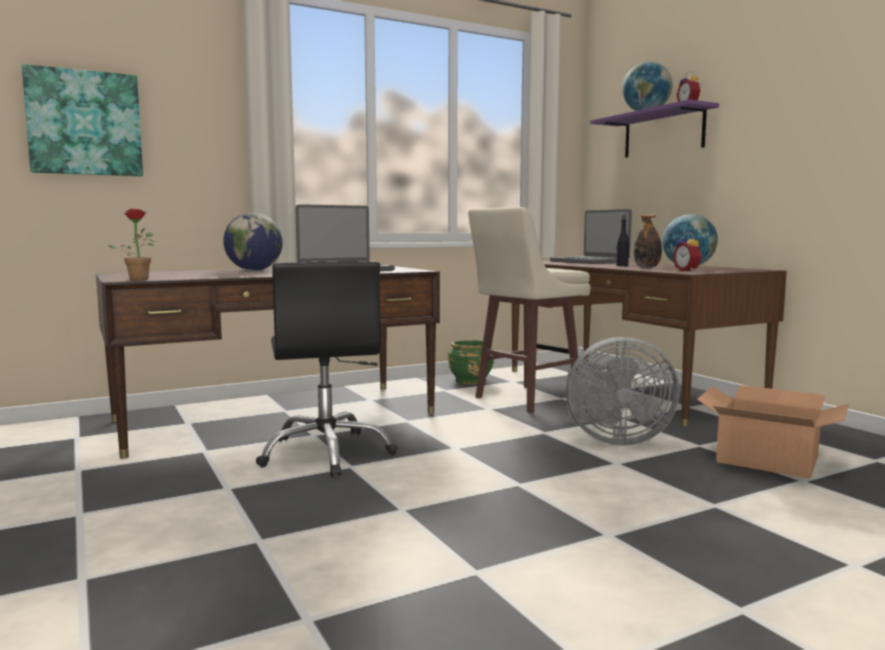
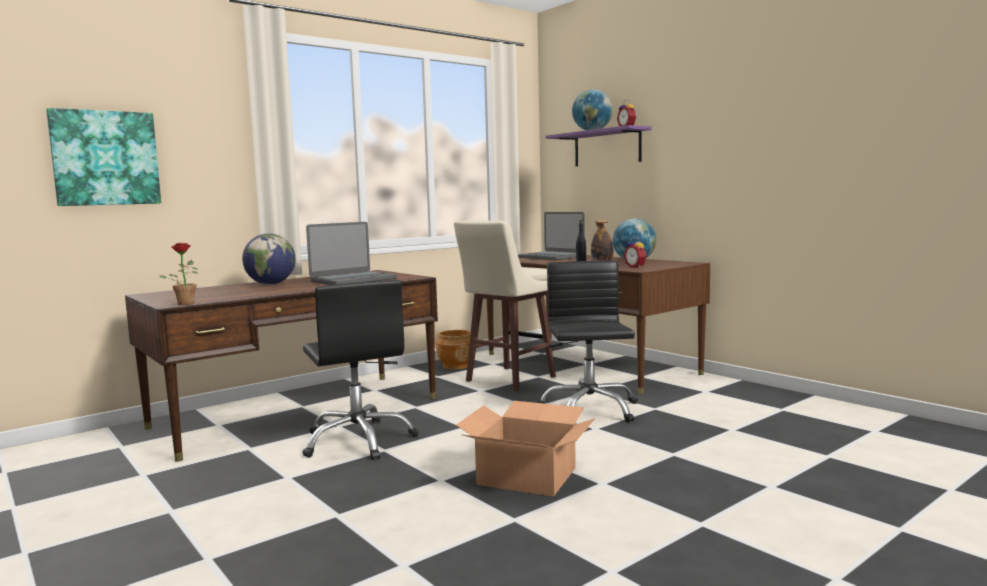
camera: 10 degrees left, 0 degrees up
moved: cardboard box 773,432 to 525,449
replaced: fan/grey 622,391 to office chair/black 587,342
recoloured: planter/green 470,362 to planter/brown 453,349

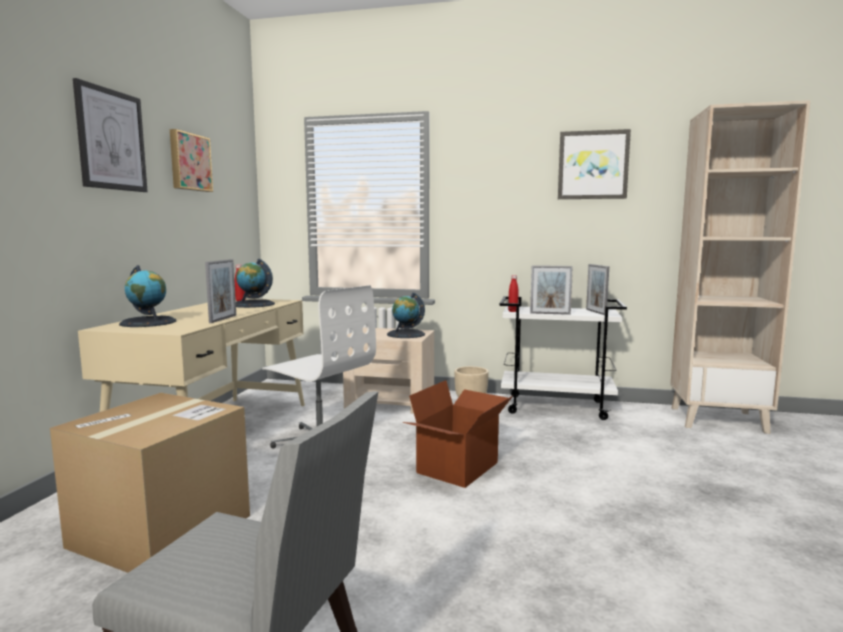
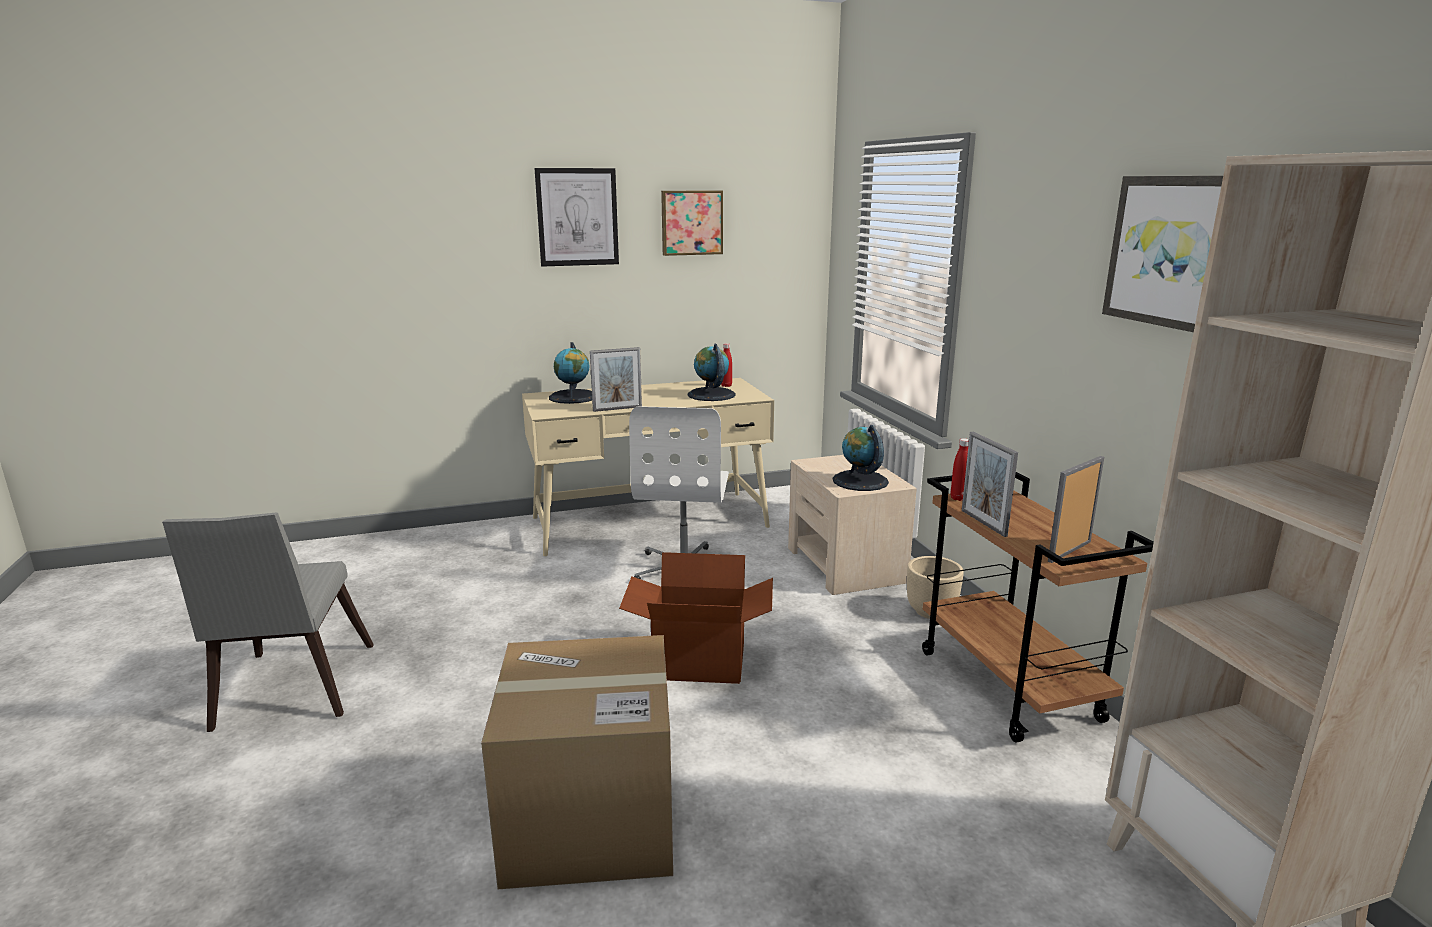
camera: 60 degrees right, 10 degrees up
moved: cardboard box 150,483 to 577,762
recoloured: cart/white 563,358 to cart/brown 1038,607

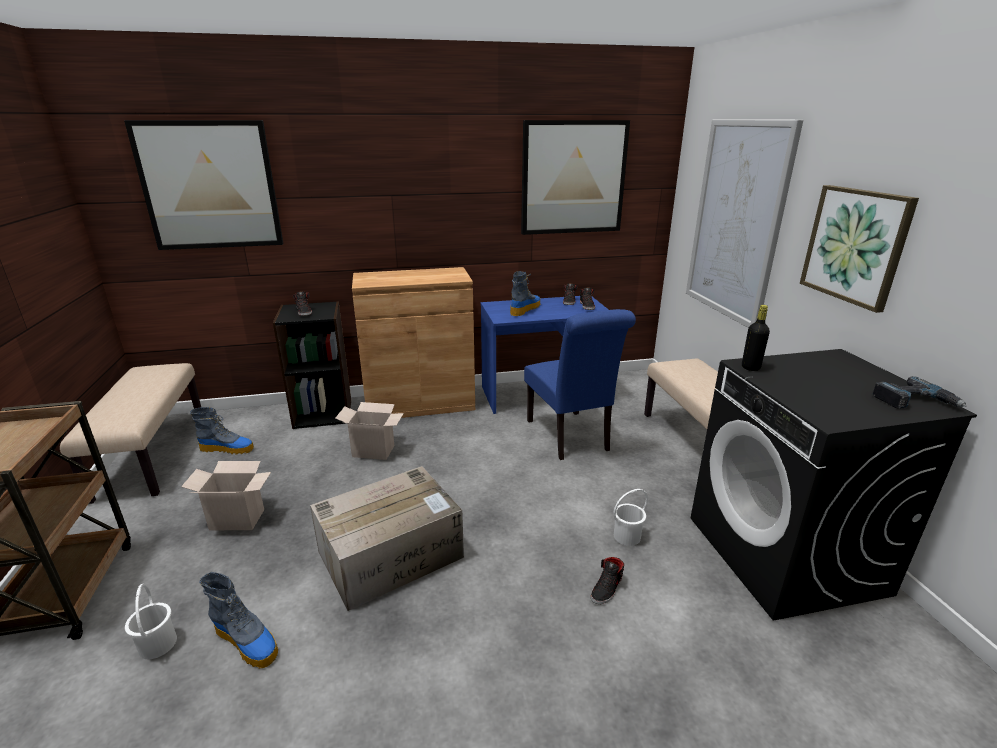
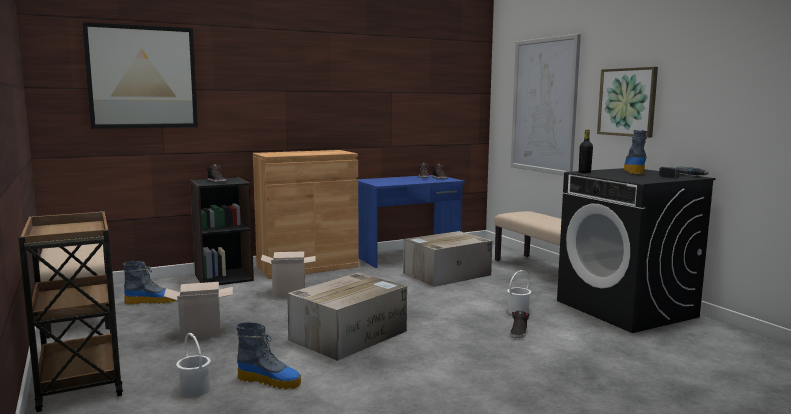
camera: 15 degrees left, 15 degrees down
removed: picture 575,177
moved: boot 525,293 to 636,152
replaced: chair/blue 580,384 to cardboard box 447,259

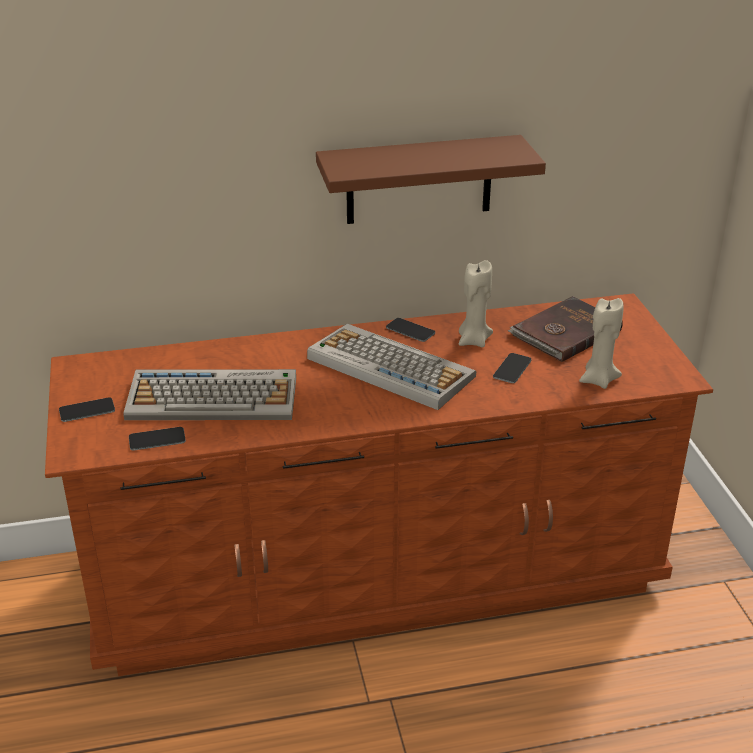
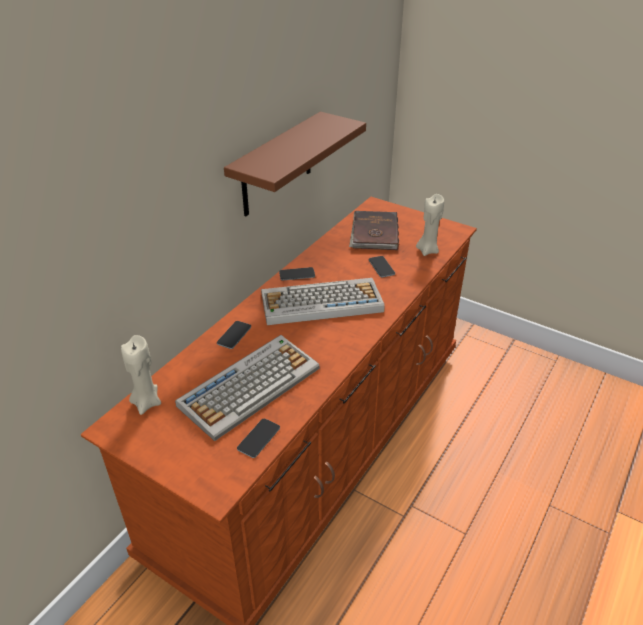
camera: 45 degrees left, 5 degrees up
moved: candle/beige 476,303 to 141,375; phone 87,409 to 234,335

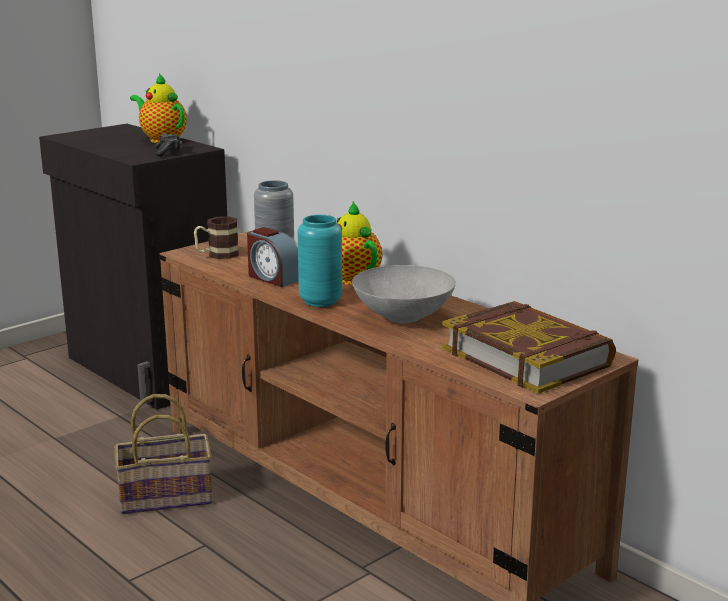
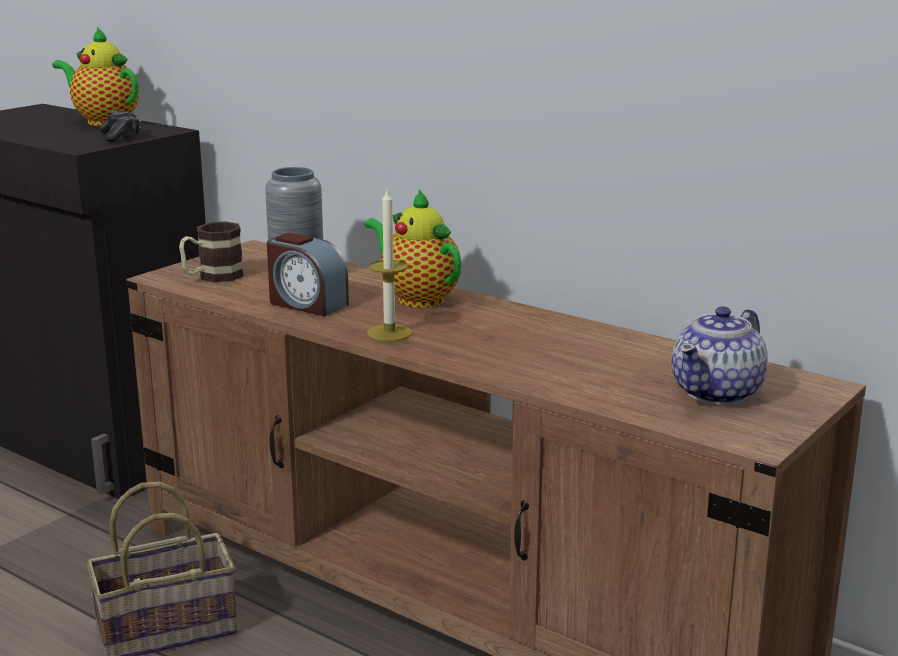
camera: 10 degrees left, 0 degrees up
removed: bowl/grey 404,294
replaced: vase/turquoise 320,261 to candle 390,265; book 529,347 to teapot 720,355

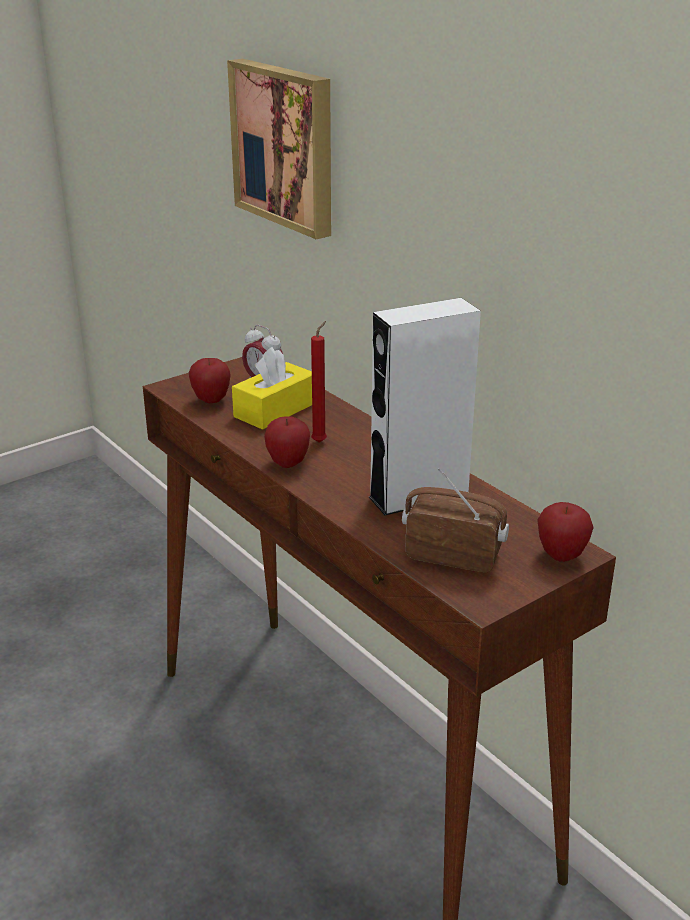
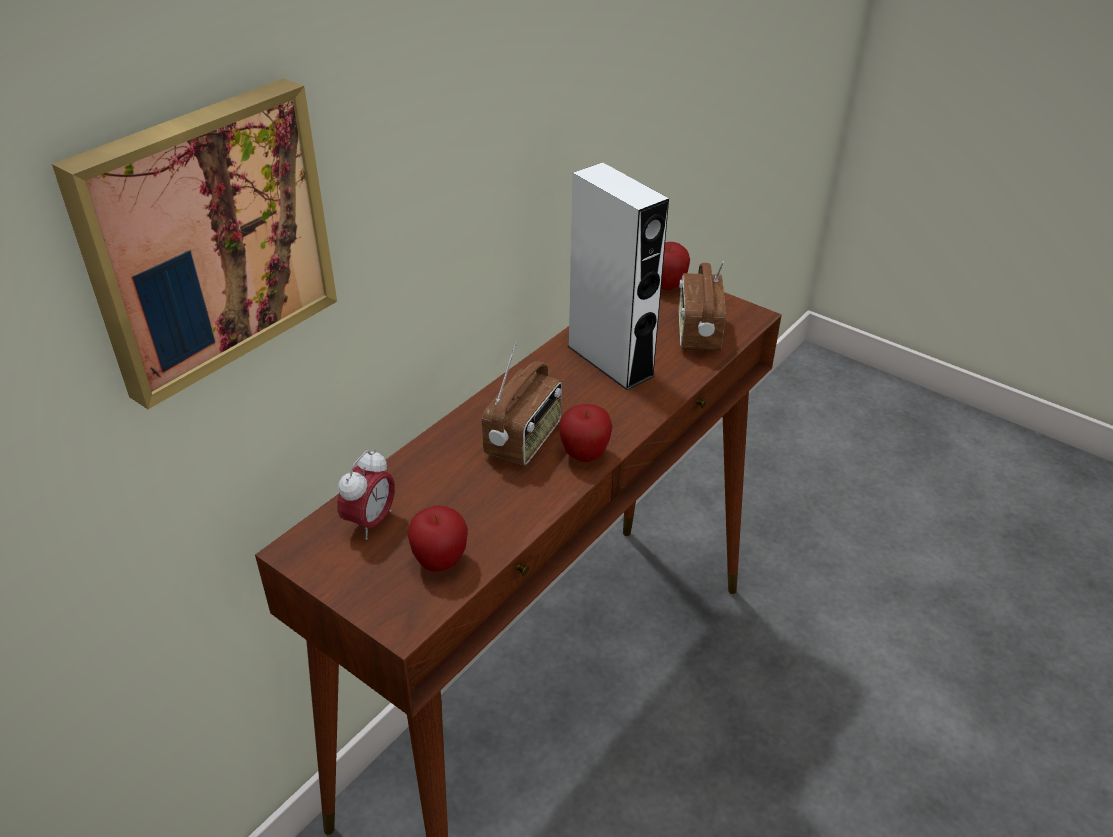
camera: 105 degrees left, 10 degrees up
removed: tissue box/yellow 272,388
replaced: candle/red 319,382 to radio 522,404

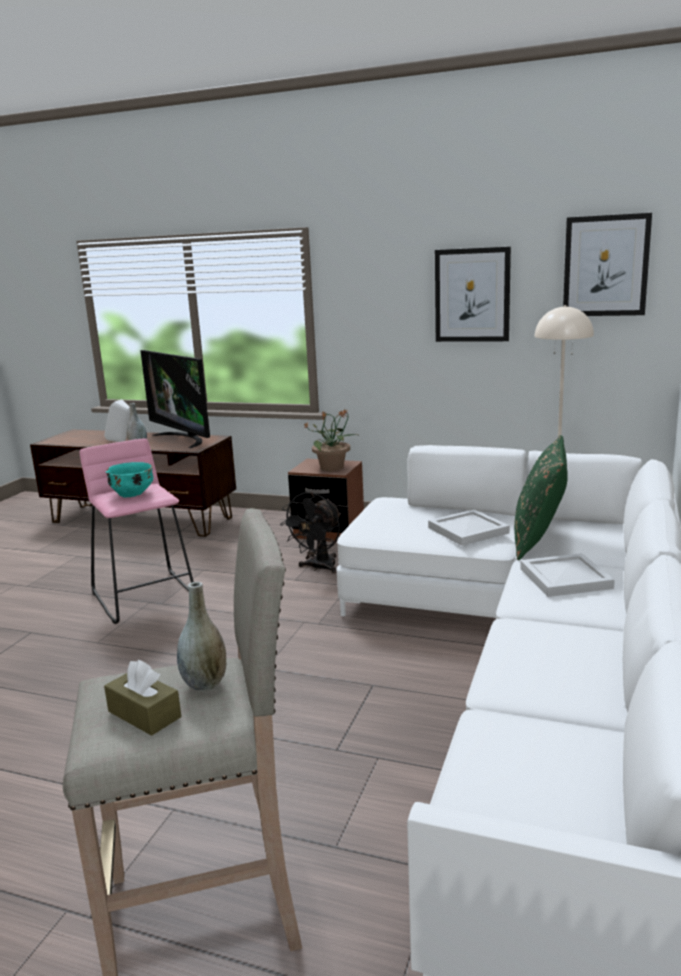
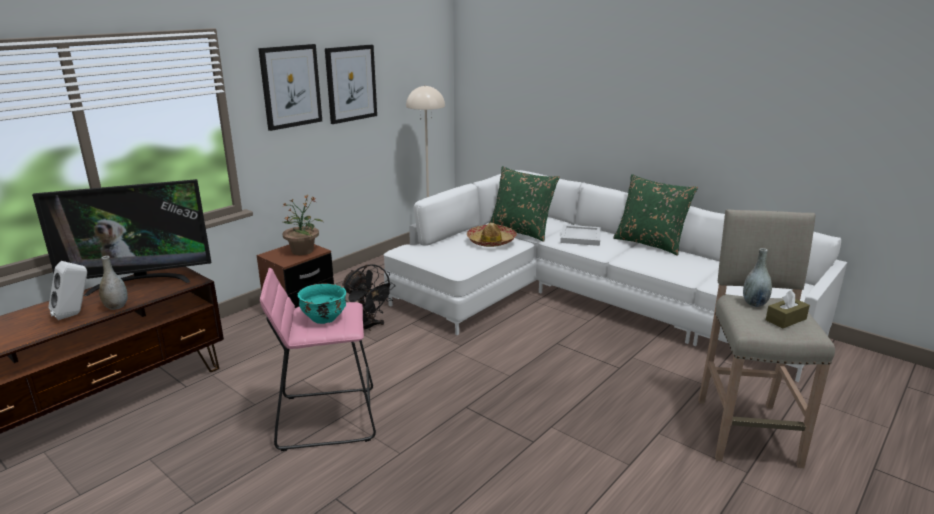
camera: 70 degrees left, 5 degrees up
added: pillow/green 655,215
moved: picture 607,264 to 290,87
replaced: tray/white 469,528 to hat 492,235

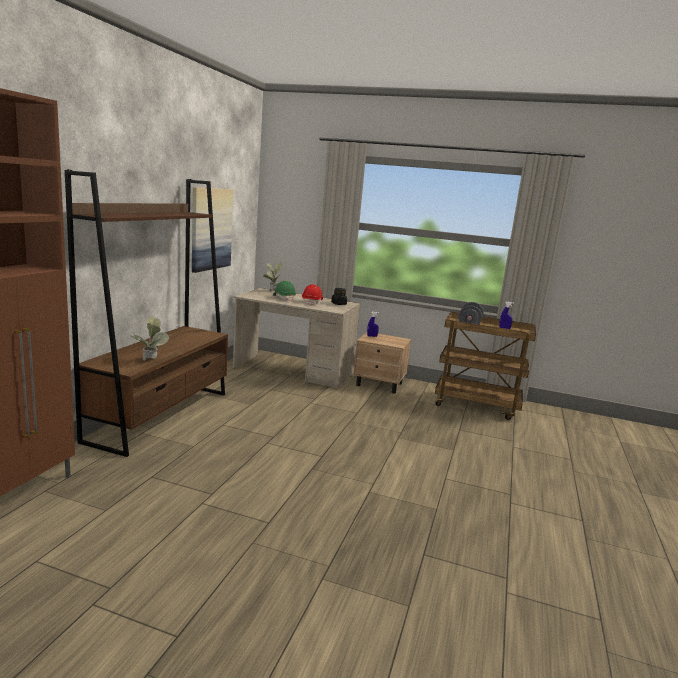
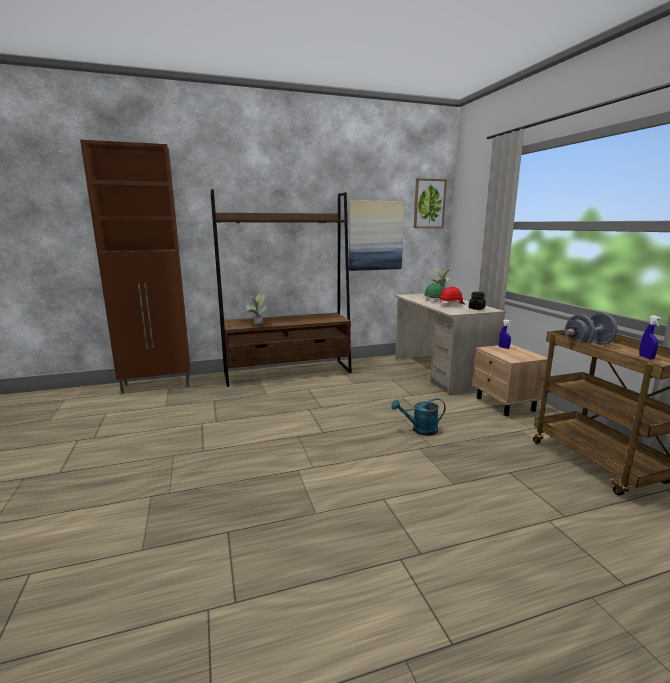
camera: 55 degrees right, 0 degrees up
added: picture 430,203; watering can/turquoise 419,417

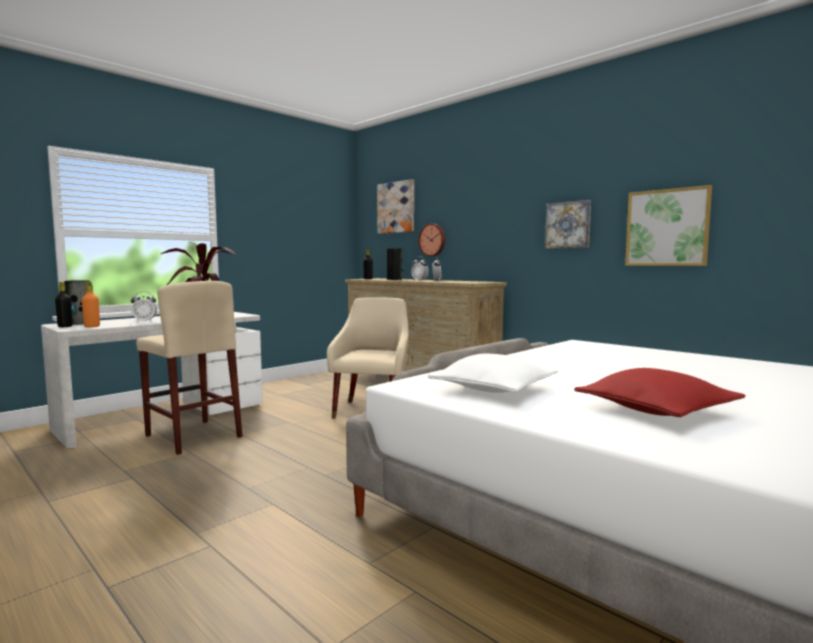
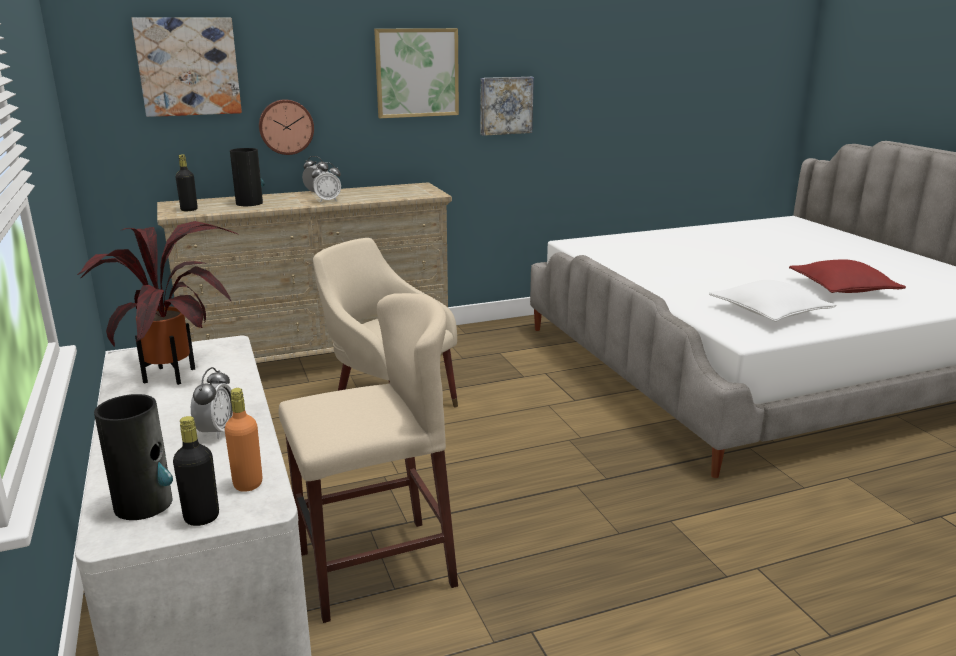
camera: 65 degrees left, 15 degrees up
moved: picture 668,225 to 416,73

